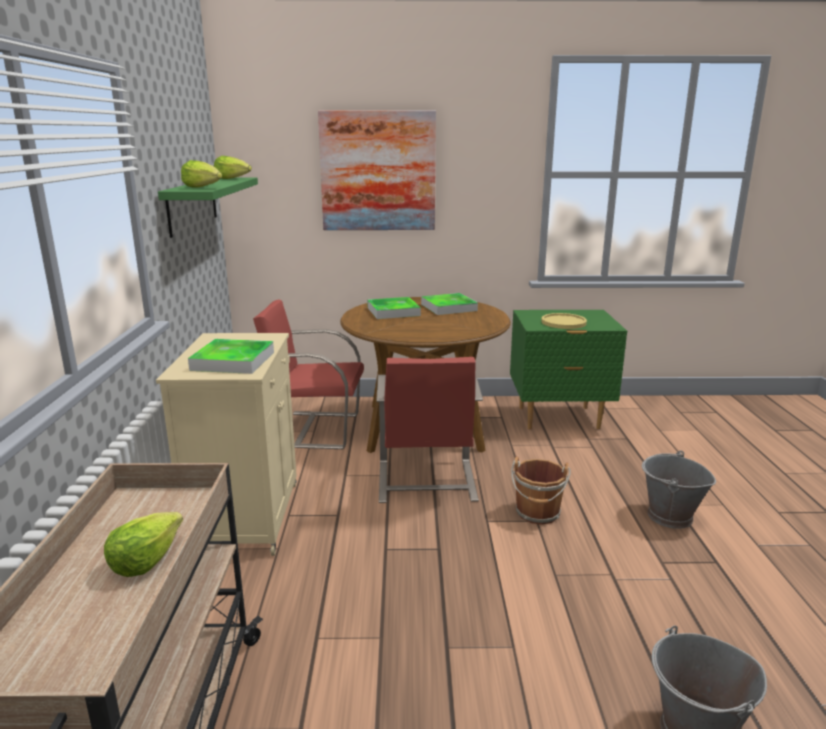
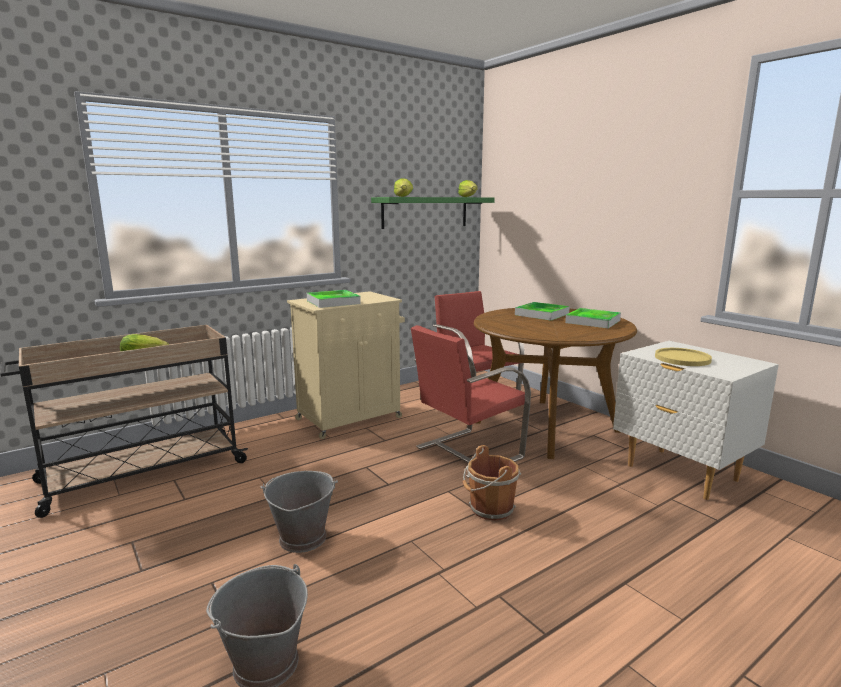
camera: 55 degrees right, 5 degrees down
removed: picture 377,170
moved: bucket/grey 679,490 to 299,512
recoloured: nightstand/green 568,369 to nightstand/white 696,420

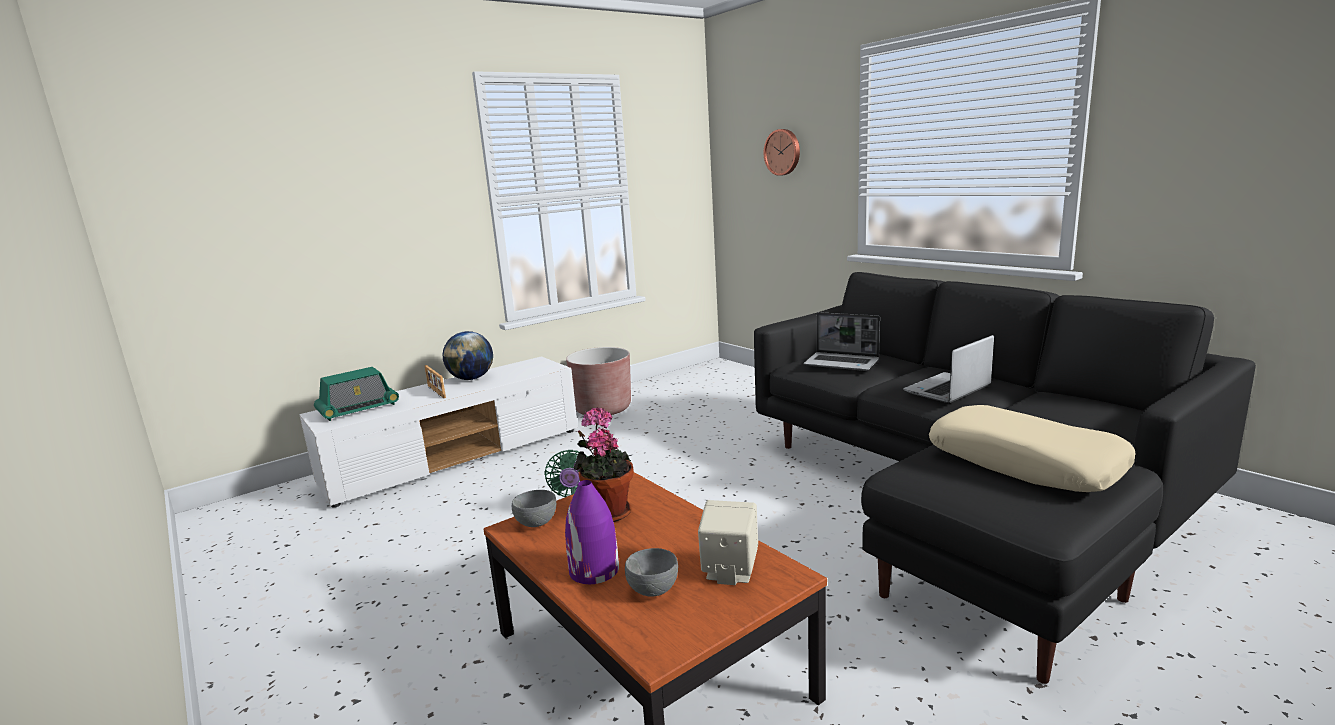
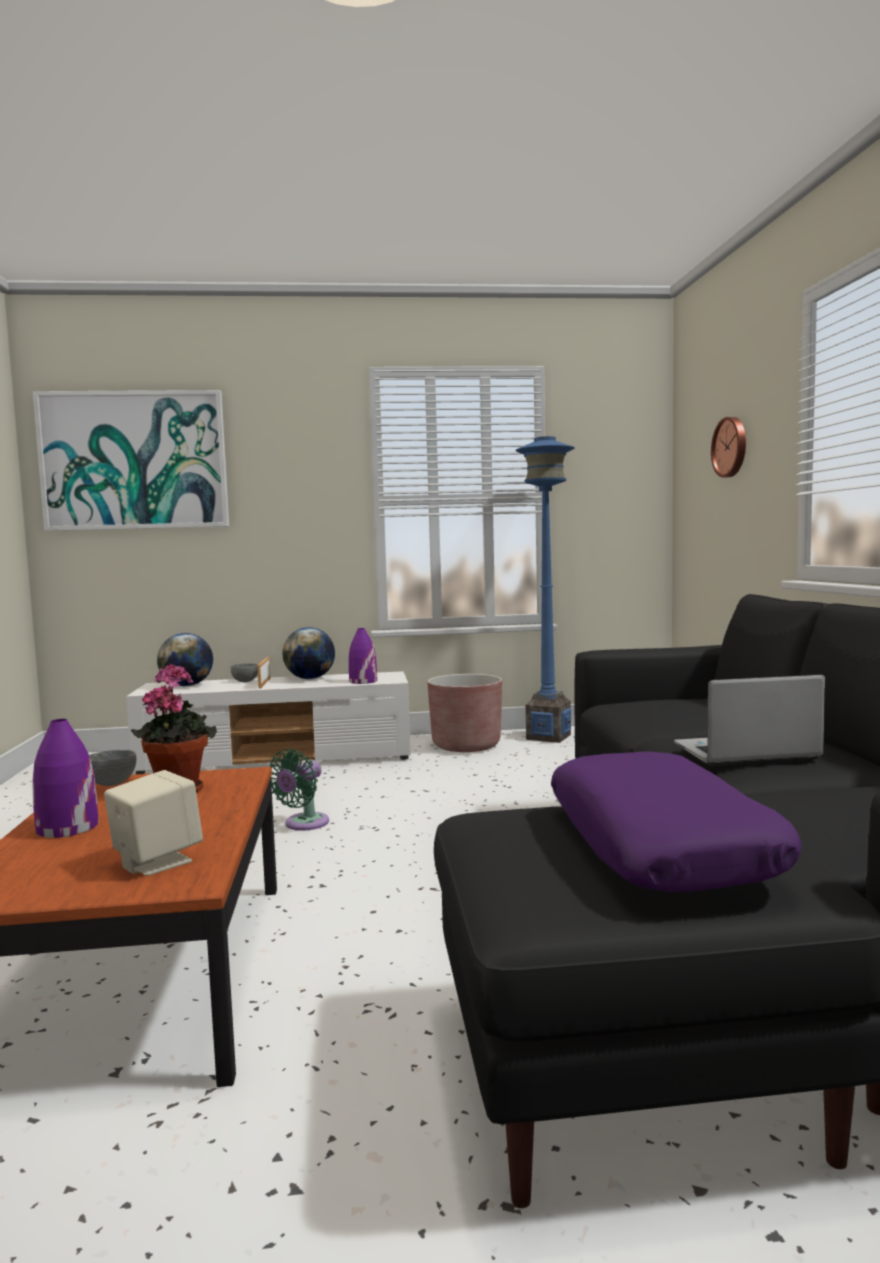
camera: 30 degrees right, 10 degrees down
removed: laptop 842,341
added: picture 131,460; floor lamp/blue 545,589; vase/purple 363,656
moved: bowl/grey 651,572 to 244,673
replaced: radio 356,394 to globe 185,660
recoloured: pillow/beige 1032,448 to pillow/purple 676,822

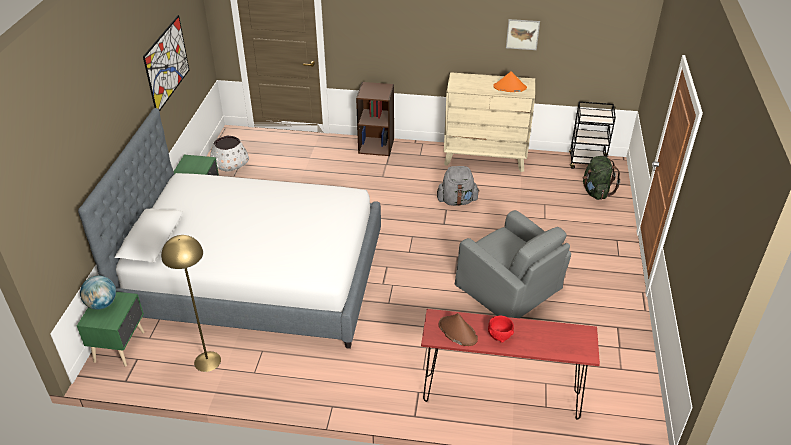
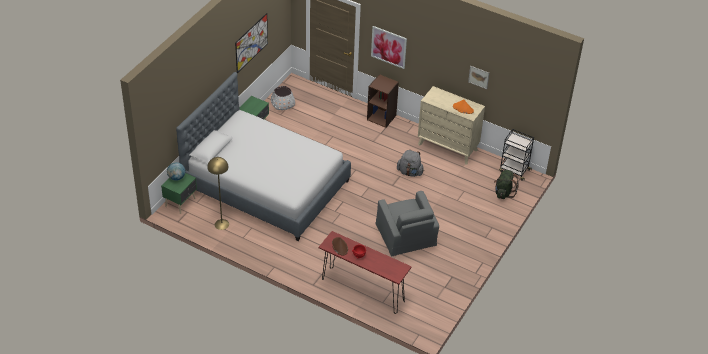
camera: 20 degrees right, 5 degrees up
added: picture 389,47

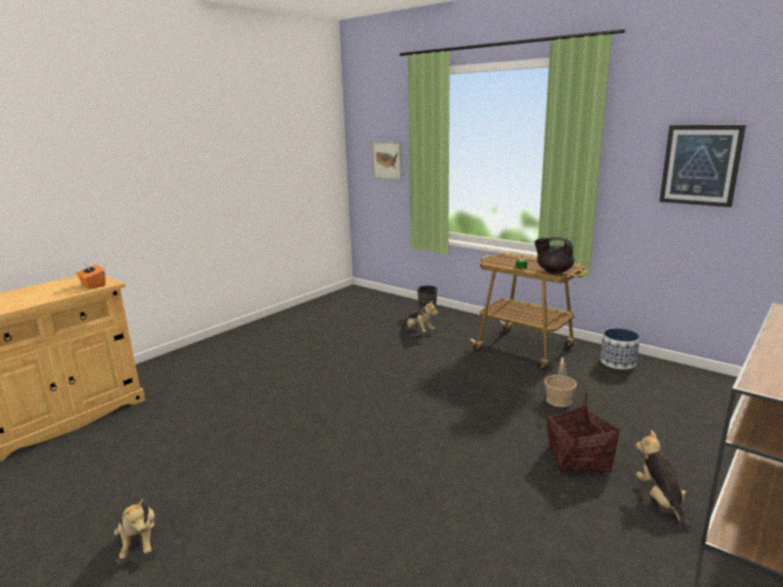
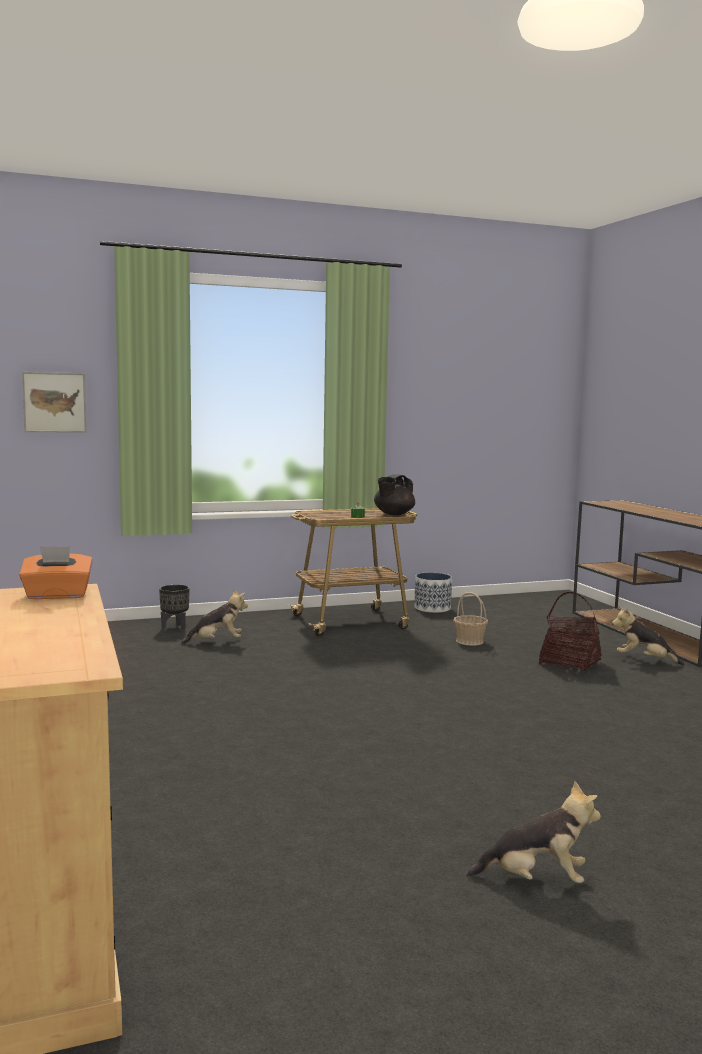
camera: 60 degrees left, 10 degrees down
removed: picture 702,166

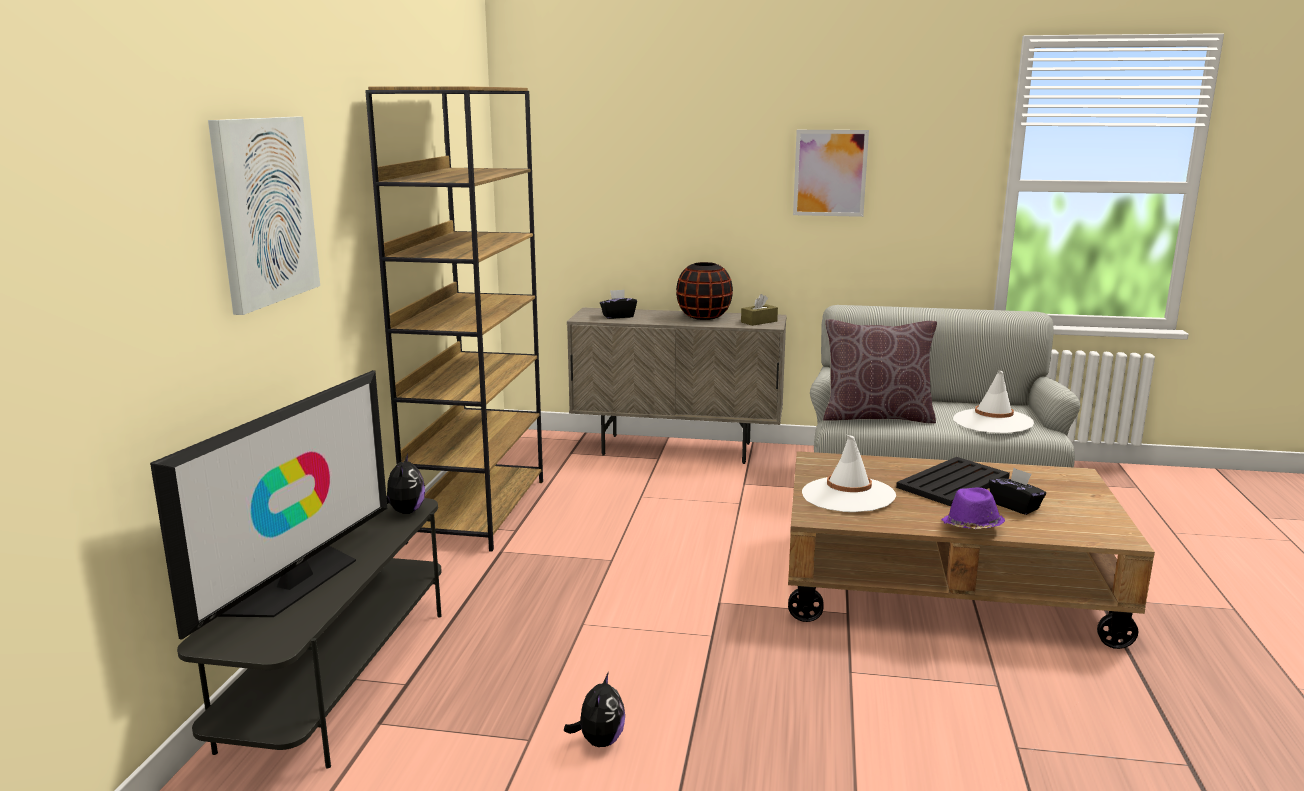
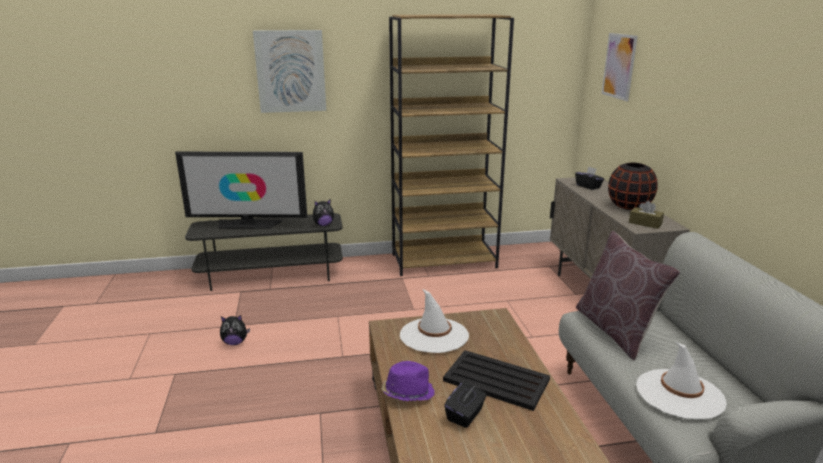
camera: 70 degrees right, 5 degrees up
moved: picture 831,173 to 620,67

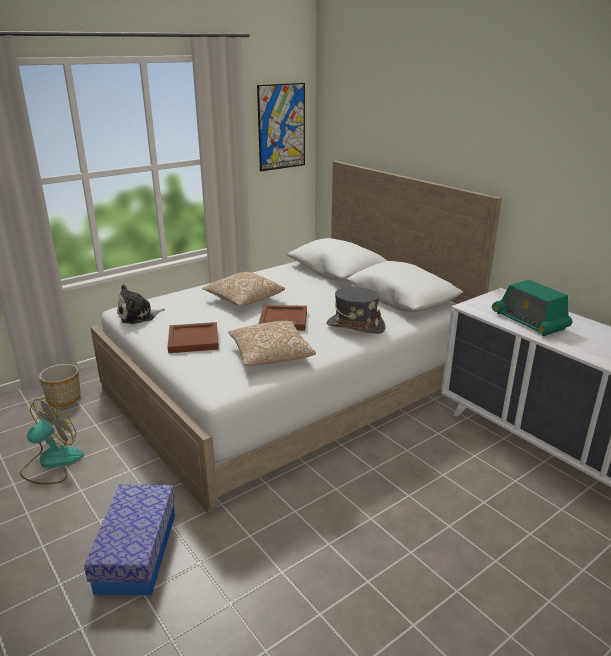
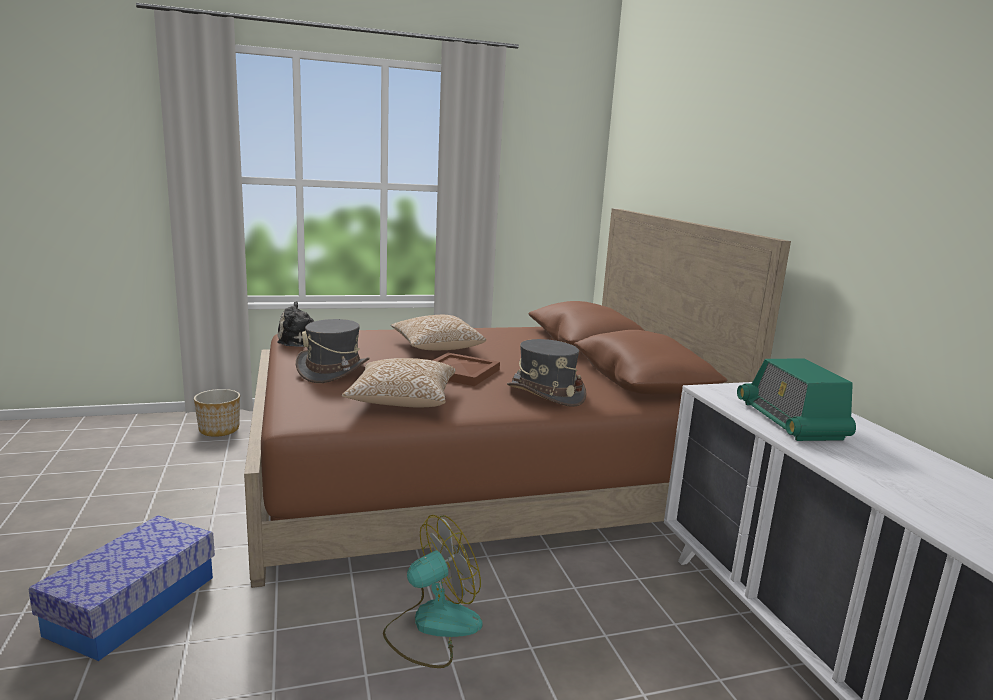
camera: 20 degrees right, 10 degrees down
removed: picture 281,127
moved: fan 52,441 to 432,591
replaced: tray/brown 193,337 to hat/grey 333,351
recoloured: bed/white 296,337 to bed/brown 517,398

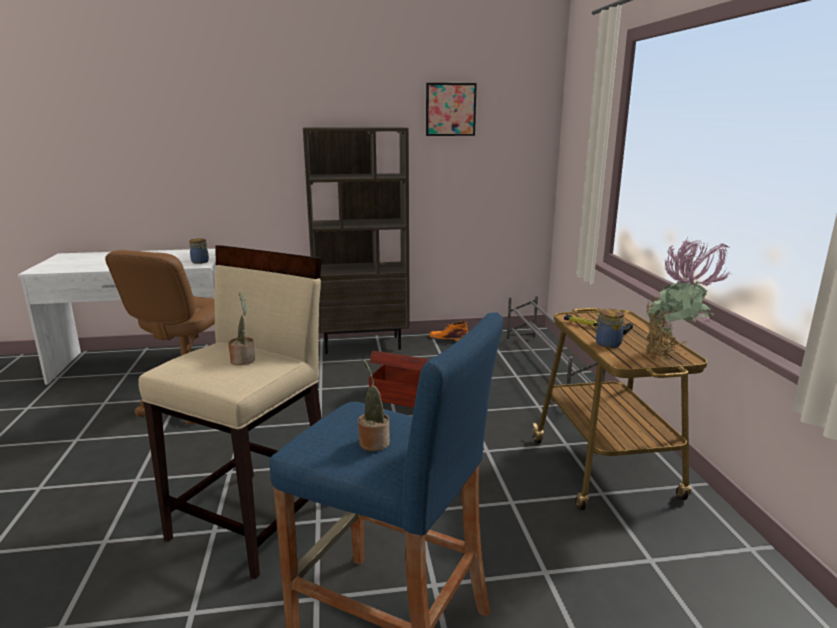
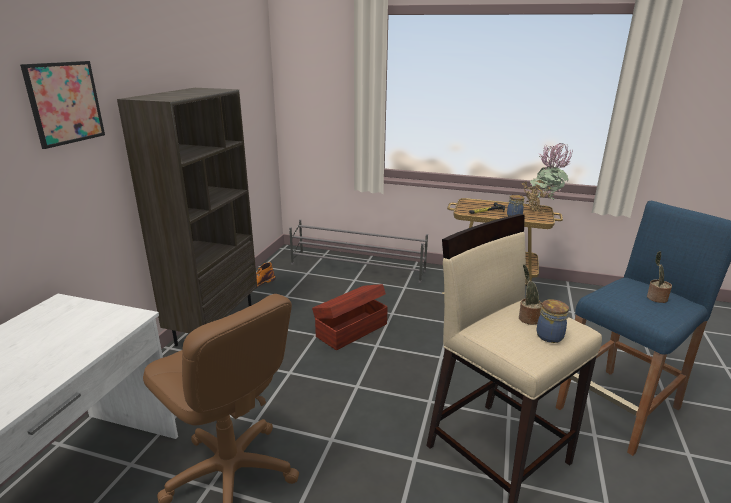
camera: 65 degrees left, 5 degrees up
moved: picture 451,109 to 62,105; jar 199,251 to 552,321

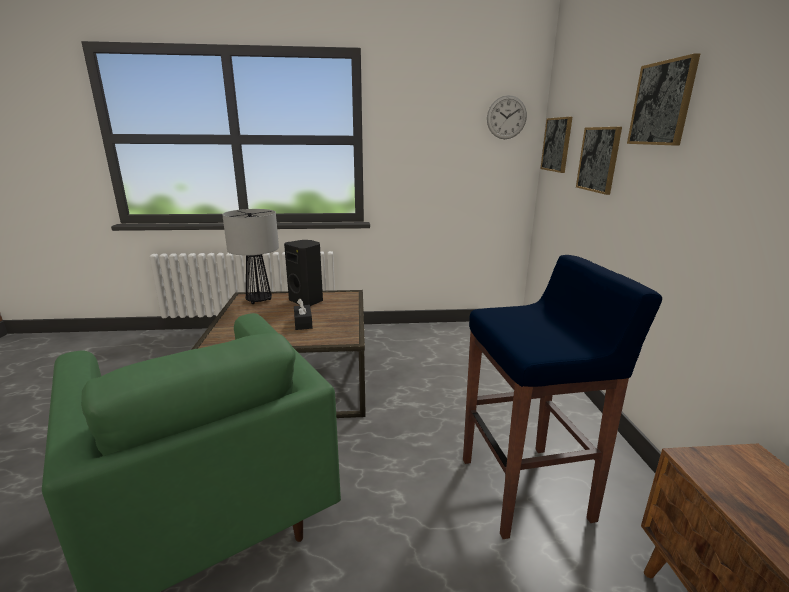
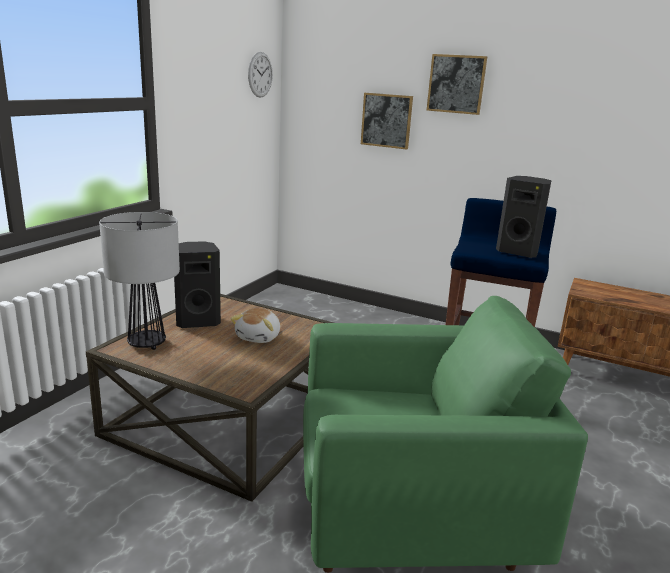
camera: 60 degrees left, 0 degrees up
removed: picture 556,145
added: speaker/black 523,217
replaced: tissue box/black 303,314 to plush toy 255,325

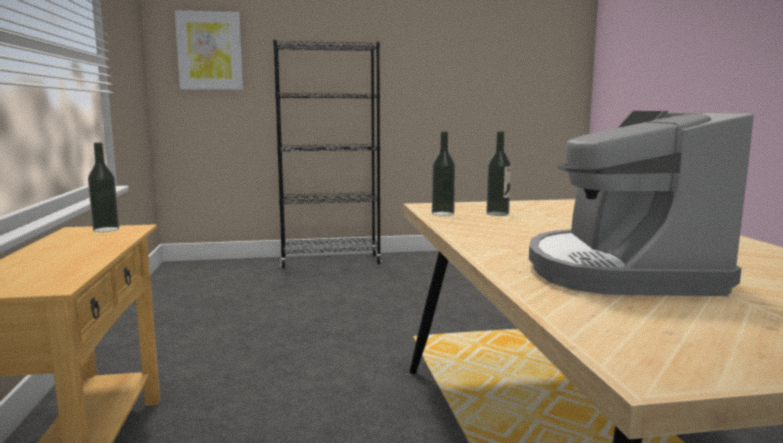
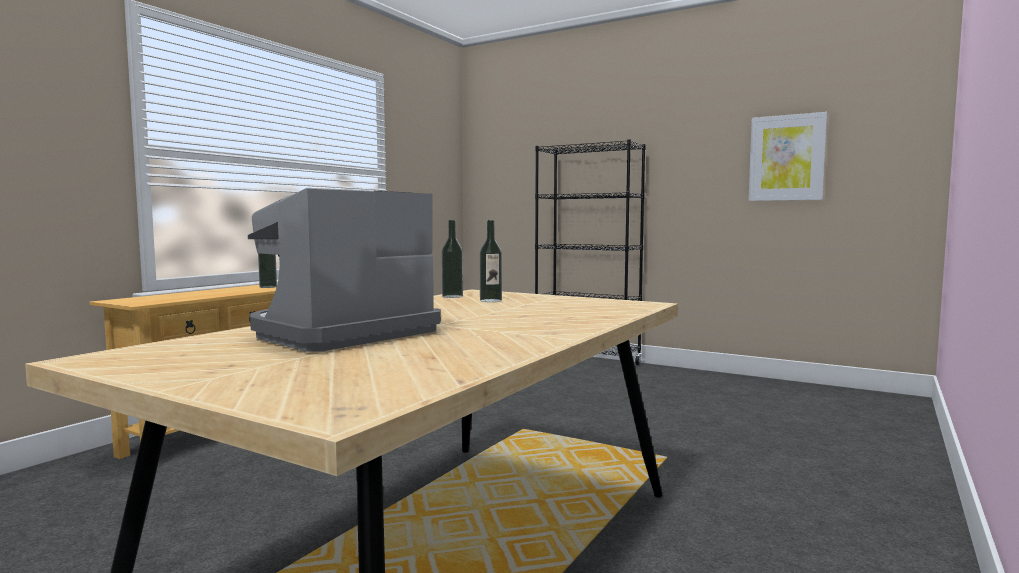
camera: 40 degrees right, 5 degrees down
moved: picture 209,50 to 787,156

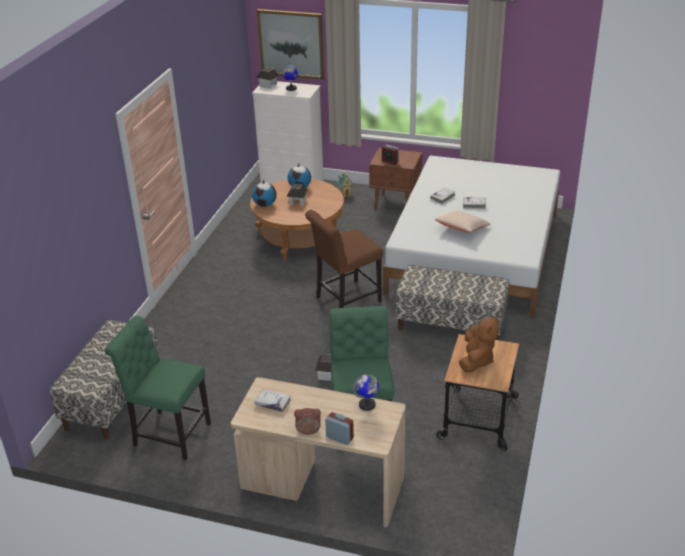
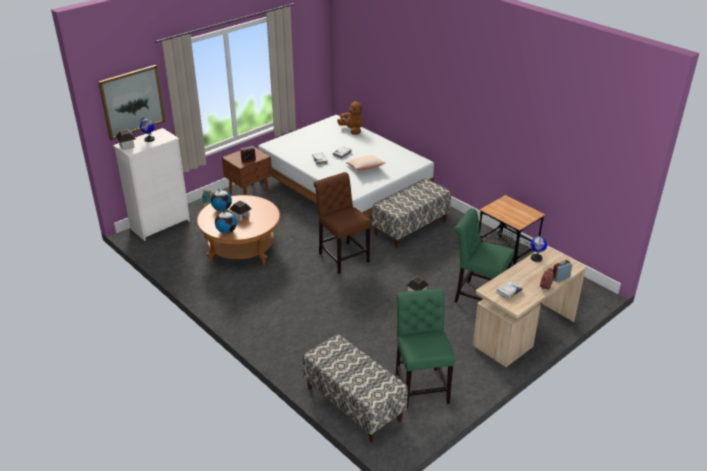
camera: 60 degrees left, 0 degrees up
moved: plush toy/brown 479,344 to 350,117
turned: chair/brown 344,259 = 342,223 150 degrees clockwise; chair/green 158,388 = 425,348 120 degrees clockwise

